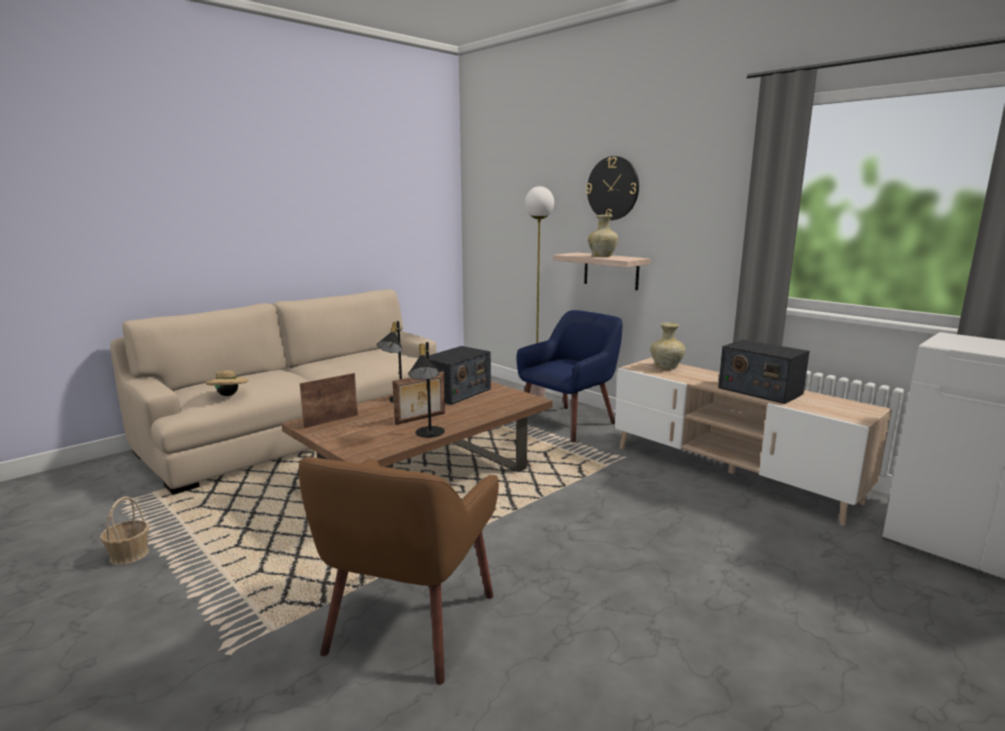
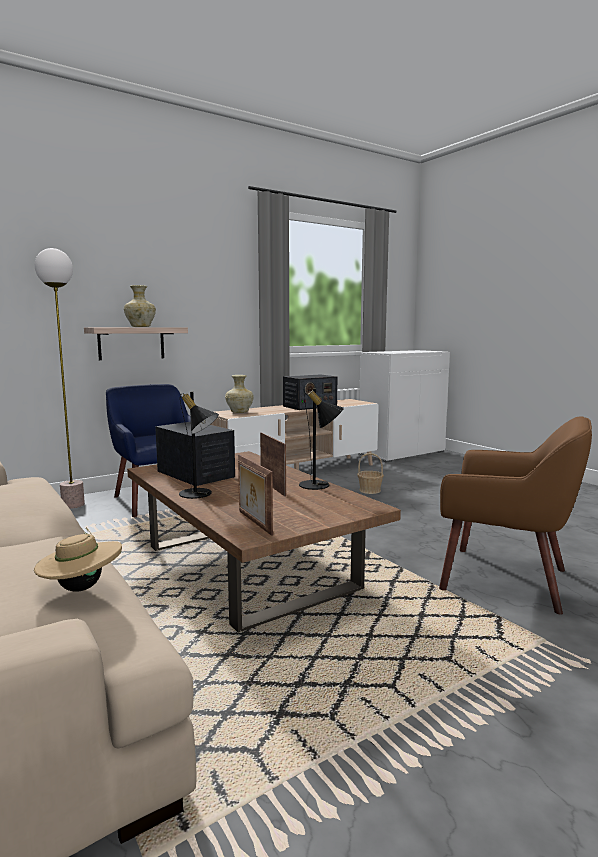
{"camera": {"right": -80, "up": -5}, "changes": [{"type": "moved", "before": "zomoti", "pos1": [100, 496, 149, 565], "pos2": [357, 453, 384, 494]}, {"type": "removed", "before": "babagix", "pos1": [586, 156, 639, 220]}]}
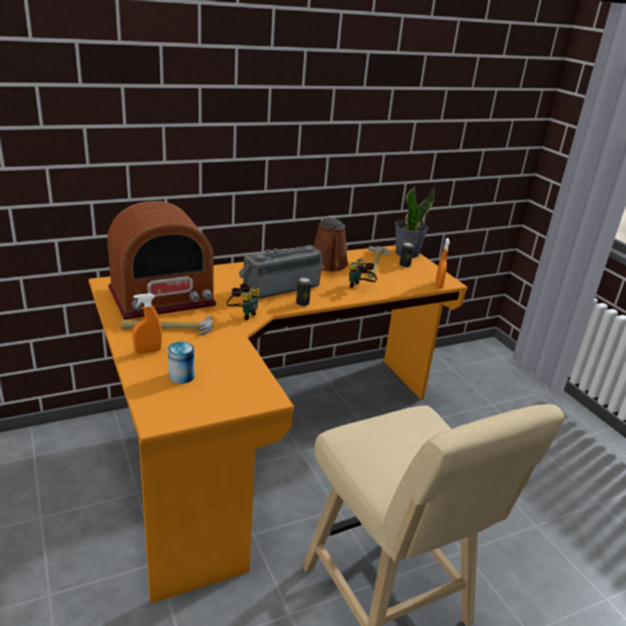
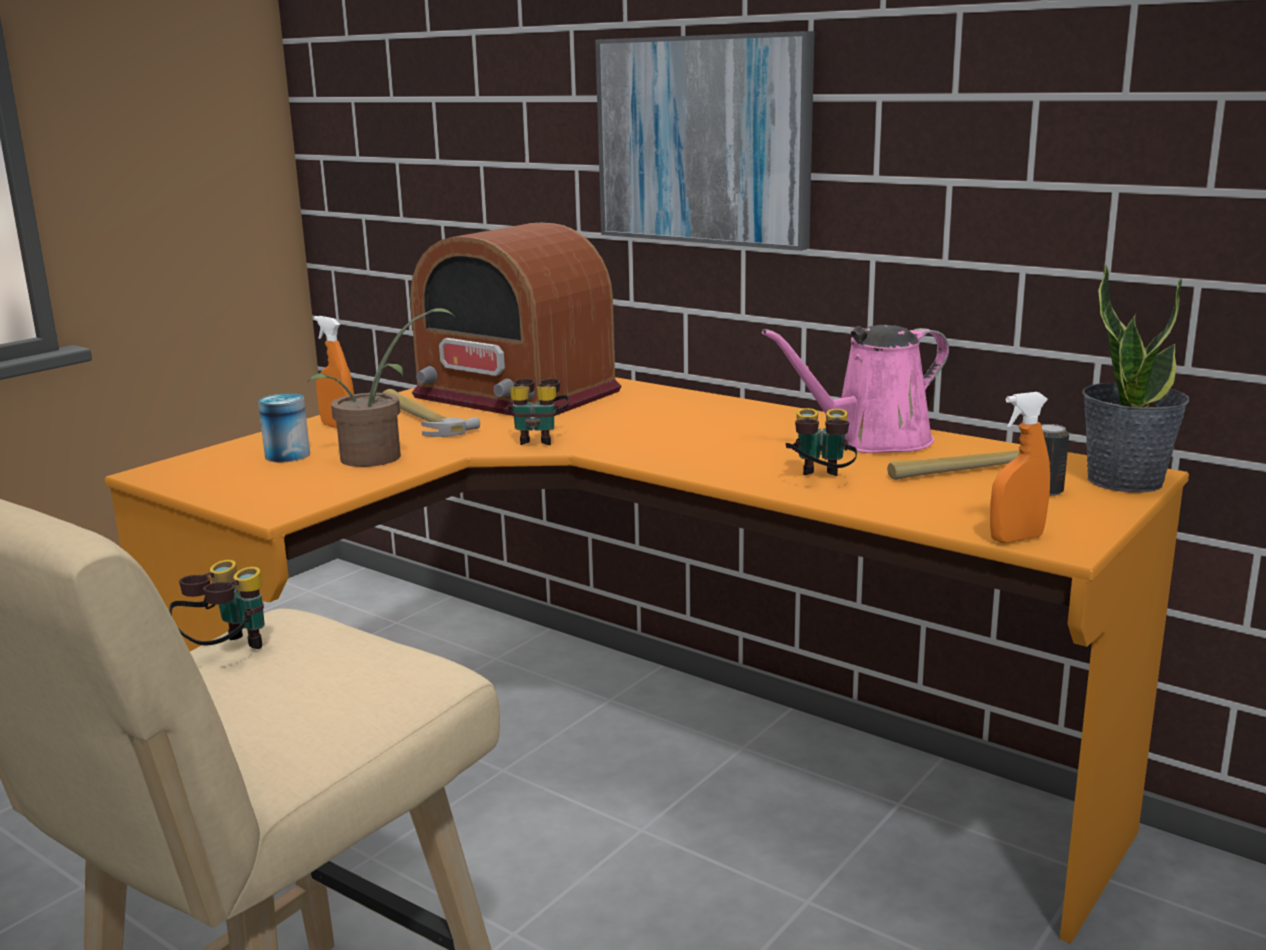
{"camera": {"right": 65, "up": -10}, "changes": [{"type": "added", "after": "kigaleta", "pos2": [169, 560, 265, 649]}, {"type": "added", "after": "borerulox", "pos2": [308, 308, 454, 467]}, {"type": "added", "after": "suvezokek", "pos2": [595, 31, 815, 251]}, {"type": "recoloured", "before": "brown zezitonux", "after": "pink zezitonux", "pos1": [313, 216, 349, 272], "pos2": [762, 325, 949, 453]}, {"type": "removed", "before": "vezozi", "pos1": [239, 245, 322, 299]}, {"type": "removed", "before": "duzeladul", "pos1": [296, 277, 311, 306]}]}
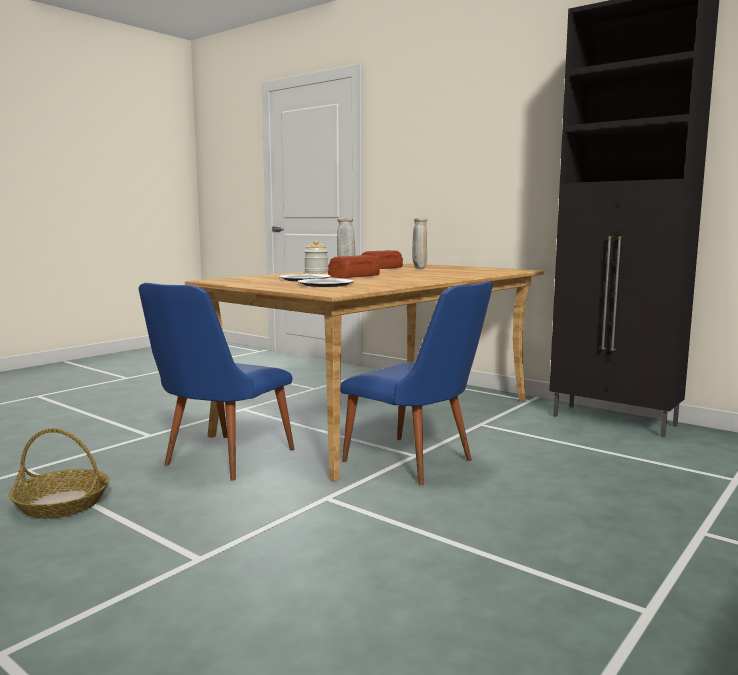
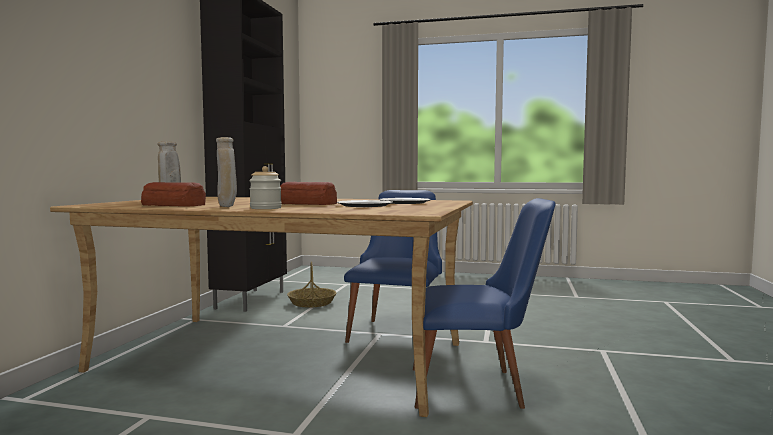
{"camera": {"right": -115, "up": -5}, "changes": [{"type": "moved", "before": "zomoti", "pos1": [9, 428, 109, 518], "pos2": [287, 261, 336, 308]}]}
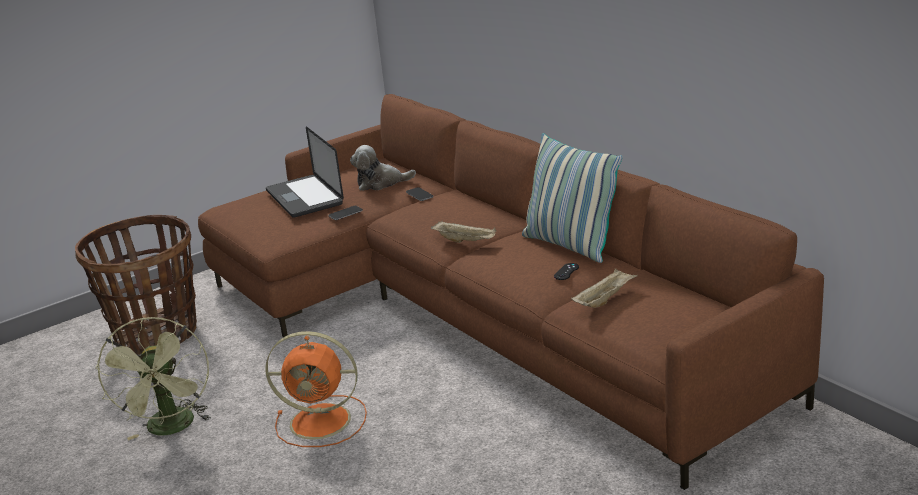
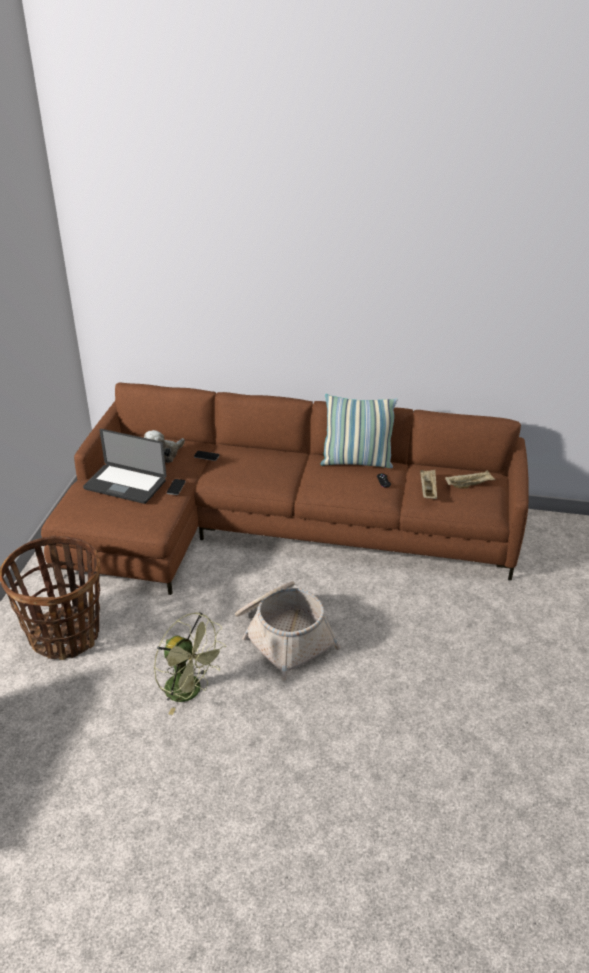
{"camera": {"right": -45, "up": 10}, "changes": [{"type": "replaced", "before": "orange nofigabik", "after": "zomoti", "pos1": [266, 331, 367, 447], "pos2": [235, 581, 340, 681]}, {"type": "moved", "before": "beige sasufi", "pos1": [431, 221, 496, 243], "pos2": [445, 470, 496, 489]}]}
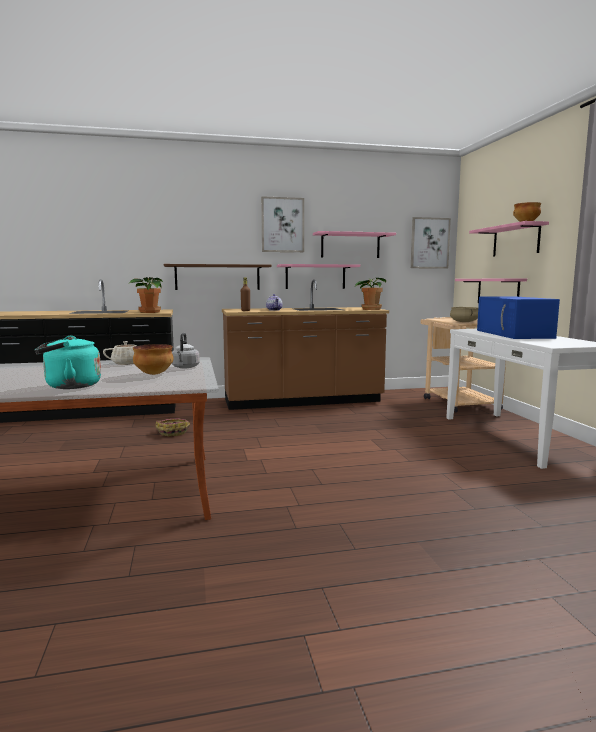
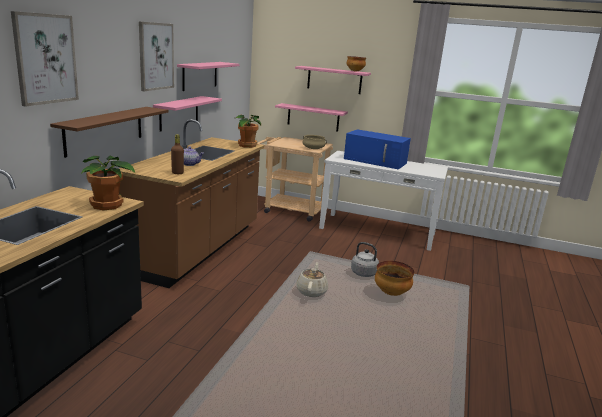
{"camera": {"right": -60, "up": 10}, "changes": [{"type": "moved", "before": "suvezokek", "pos1": [411, 217, 451, 269], "pos2": [11, 11, 79, 107]}, {"type": "removed", "before": "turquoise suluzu", "pos1": [35, 336, 101, 389]}, {"type": "removed", "before": "zomoti", "pos1": [155, 418, 190, 436]}]}
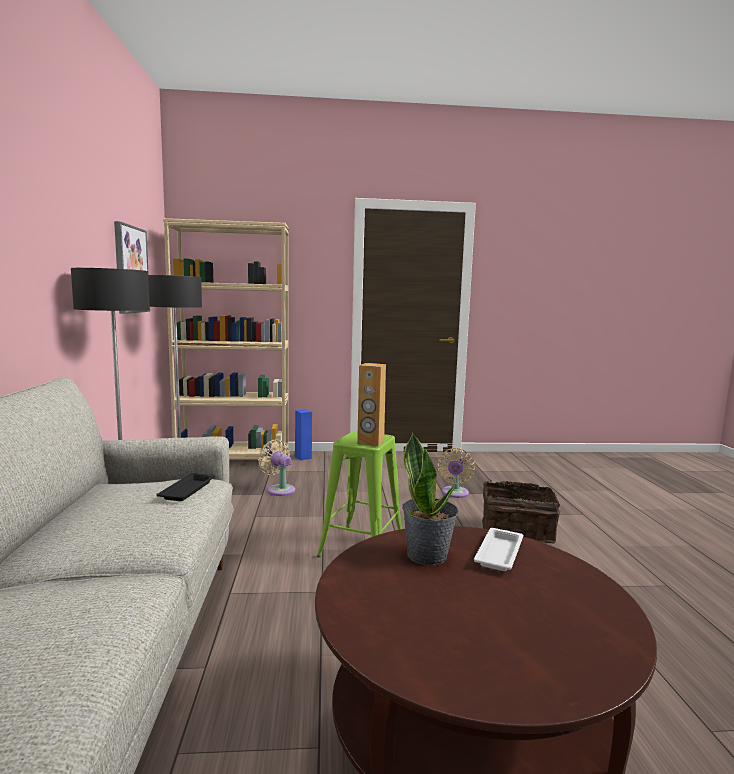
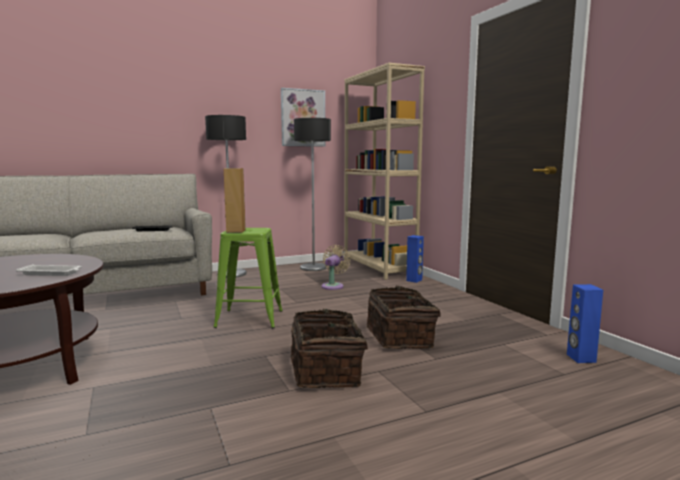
{"camera": {"right": 70, "up": 0}, "changes": [{"type": "replaced", "before": "beige nofigabik", "after": "zomoti", "pos1": [437, 448, 475, 498], "pos2": [367, 286, 440, 349]}, {"type": "added", "after": "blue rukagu", "pos2": [567, 284, 603, 363]}, {"type": "removed", "before": "borerulox", "pos1": [402, 433, 459, 565]}]}
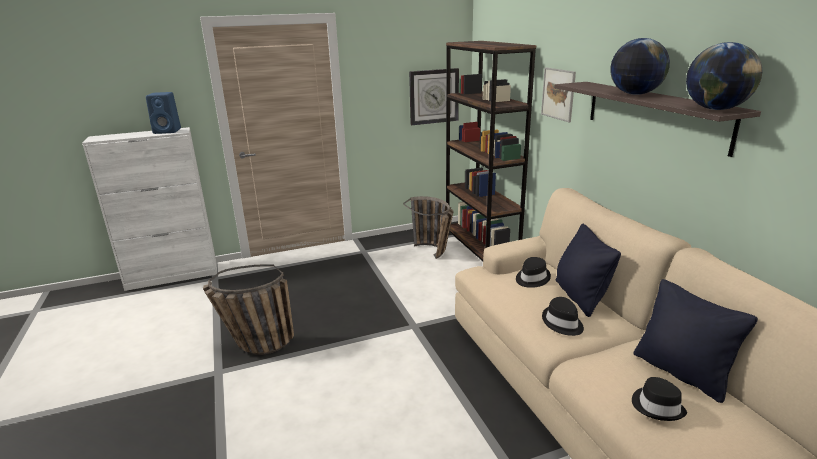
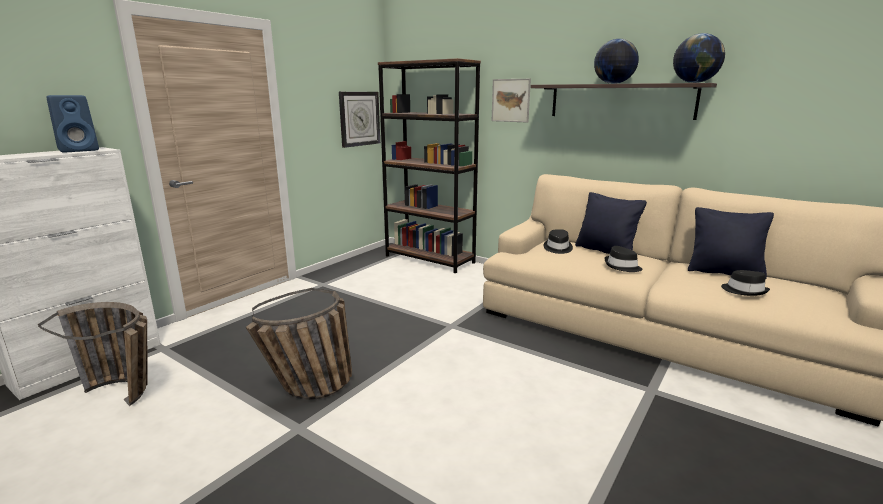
{"camera": {"right": -35, "up": -5}, "changes": [{"type": "moved", "before": "zomoti", "pos1": [403, 196, 454, 259], "pos2": [38, 302, 147, 406]}]}
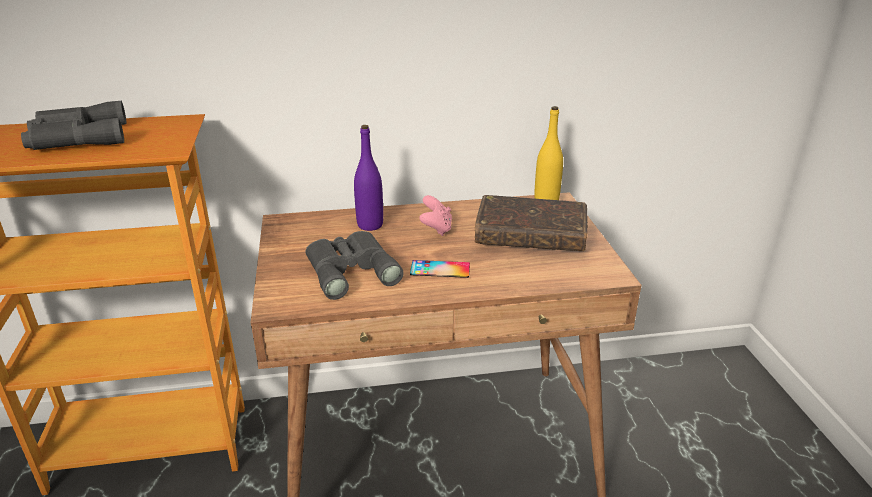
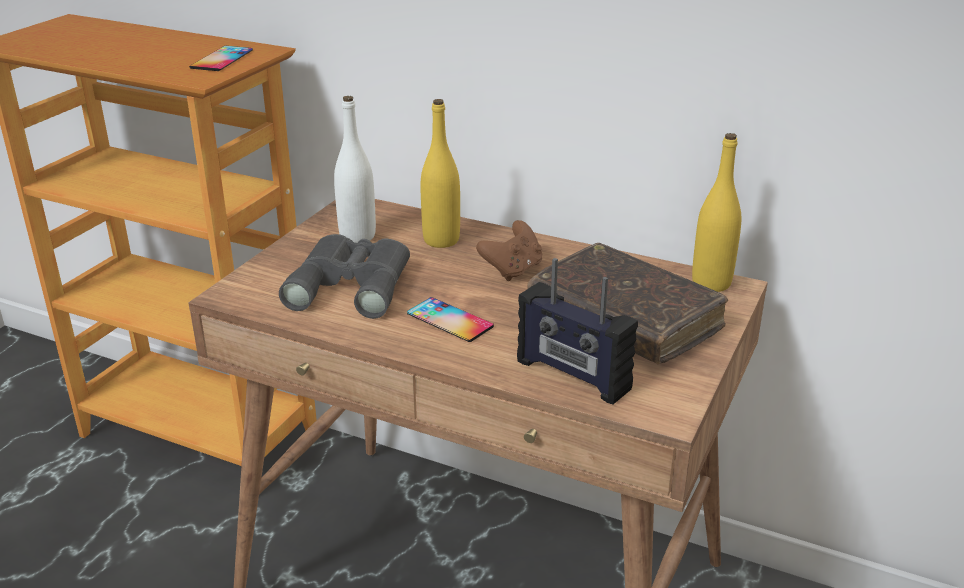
{"camera": {"right": 35, "up": 0}, "changes": [{"type": "added", "after": "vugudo", "pos2": [189, 46, 253, 71]}, {"type": "added", "after": "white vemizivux", "pos2": [334, 96, 376, 243]}, {"type": "recoloured", "before": "purple vemizivux", "after": "yellow vemizivux", "pos1": [354, 125, 383, 231], "pos2": [421, 99, 460, 248]}, {"type": "recoloured", "before": "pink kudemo", "after": "brown kudemo", "pos1": [419, 195, 452, 236], "pos2": [476, 220, 542, 281]}, {"type": "added", "after": "vezozi", "pos2": [517, 258, 638, 404]}, {"type": "removed", "before": "grey kigaleta", "pos1": [21, 101, 126, 150]}]}
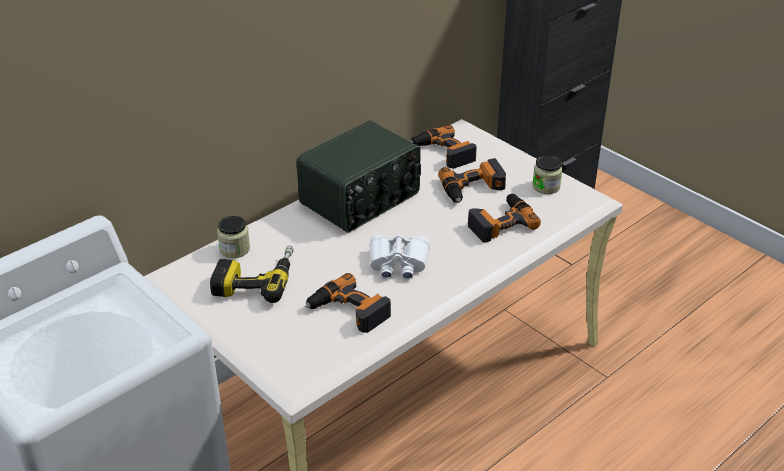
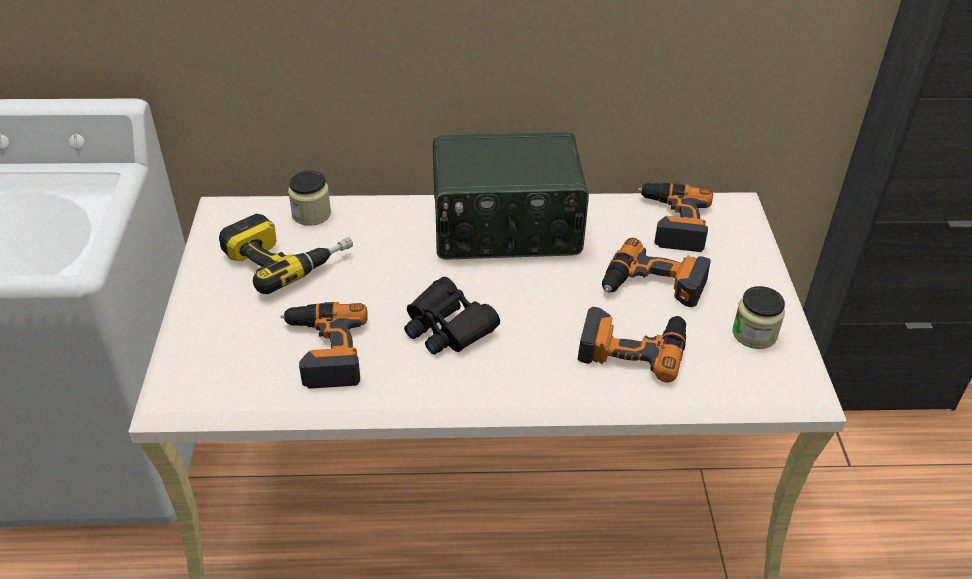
{"camera": {"right": 40, "up": 5}, "changes": [{"type": "recoloured", "before": "white kigaleta", "after": "black kigaleta", "pos1": [369, 235, 430, 280], "pos2": [404, 277, 500, 354]}]}
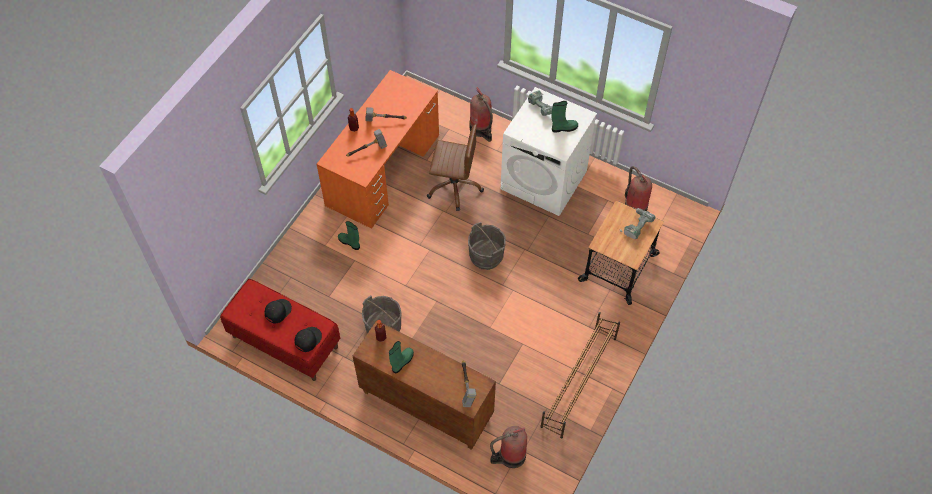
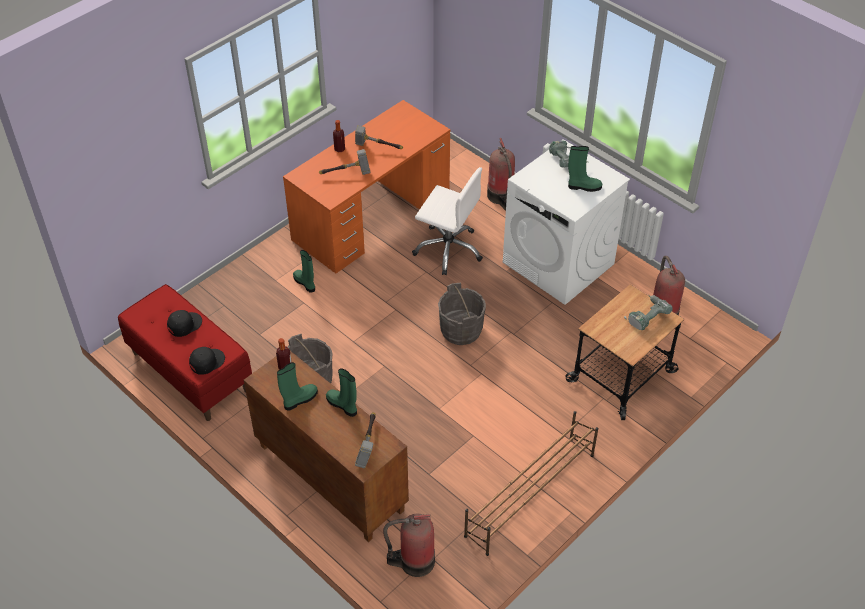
{"camera": {"right": 15, "up": -10}, "changes": [{"type": "added", "after": "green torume", "pos2": [326, 368, 357, 417]}, {"type": "recoloured", "before": "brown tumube", "after": "white tumube", "pos1": [427, 124, 484, 211], "pos2": [412, 167, 483, 275]}]}
